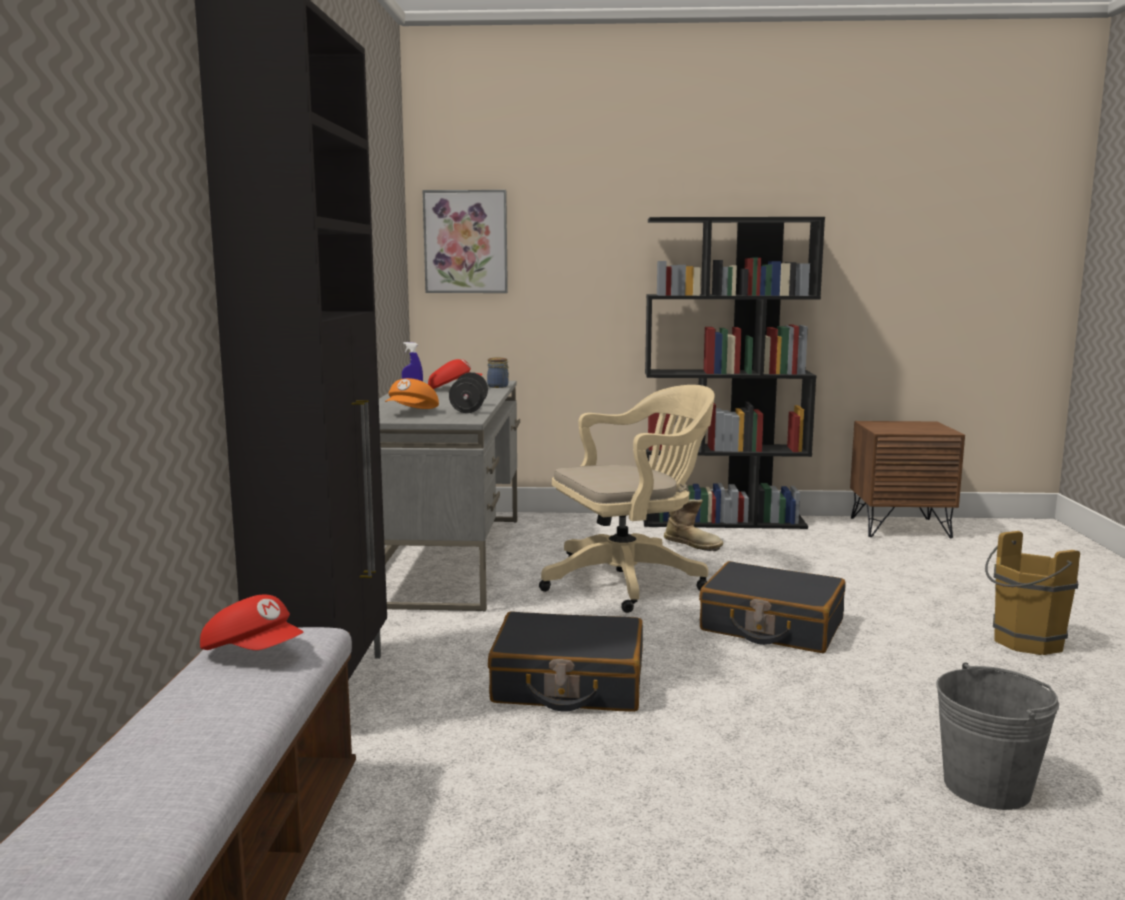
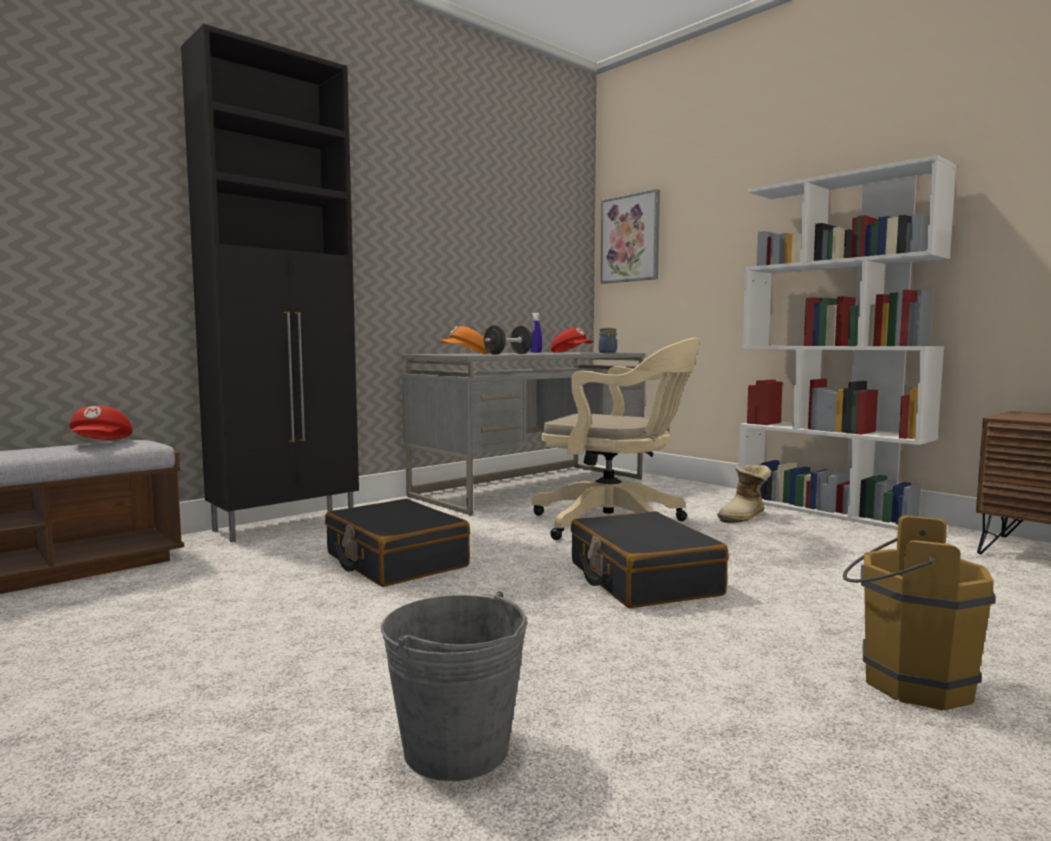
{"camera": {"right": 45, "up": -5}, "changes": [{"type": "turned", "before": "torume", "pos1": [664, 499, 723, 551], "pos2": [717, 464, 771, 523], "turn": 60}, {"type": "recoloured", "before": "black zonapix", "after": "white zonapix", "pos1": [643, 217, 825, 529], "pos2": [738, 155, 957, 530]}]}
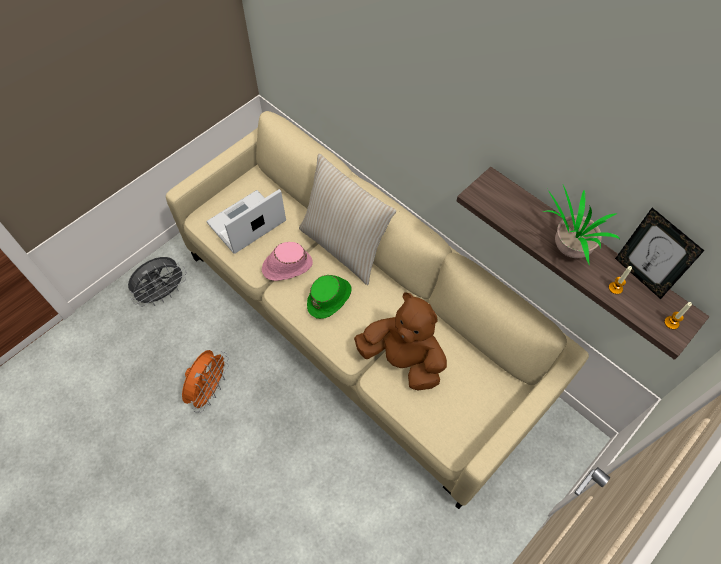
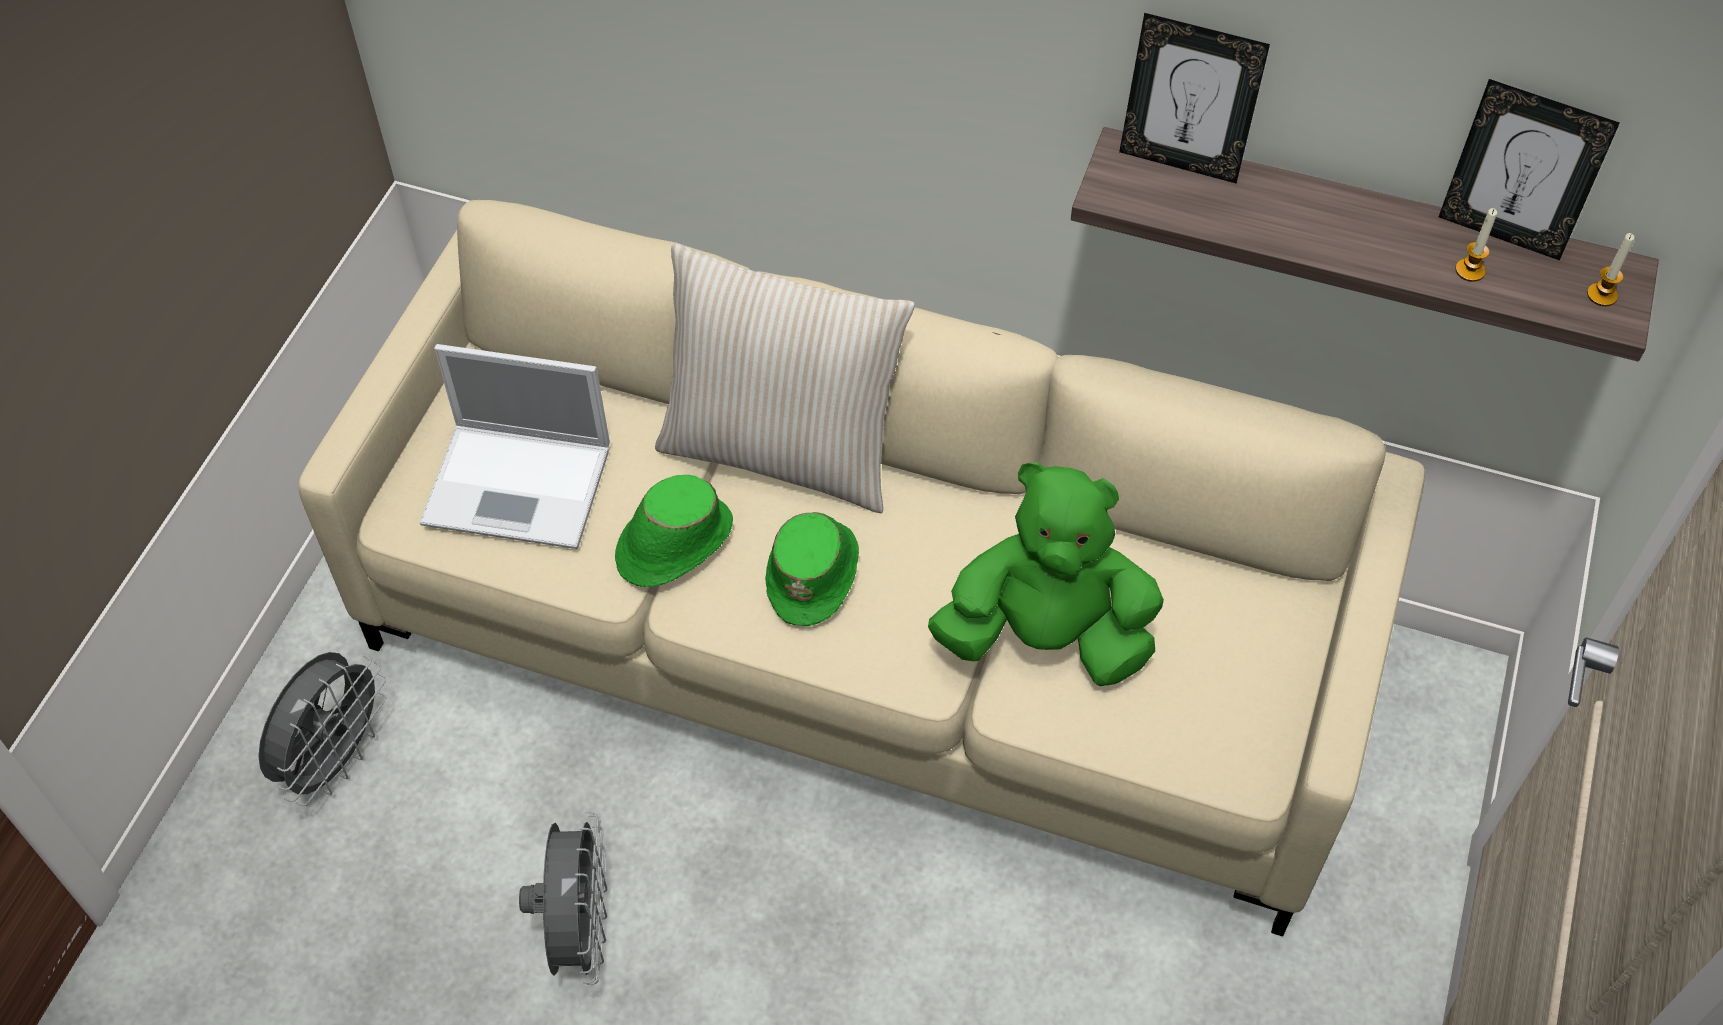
{"camera": {"right": -25, "up": -5}, "changes": [{"type": "turned", "before": "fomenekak", "pos1": [206, 189, 286, 254], "pos2": [419, 344, 610, 549], "turn": -105}, {"type": "recoloured", "before": "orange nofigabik", "after": "grey nofigabik", "pos1": [182, 350, 229, 413], "pos2": [519, 811, 608, 985]}, {"type": "recoloured", "before": "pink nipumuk", "after": "green nipumuk", "pos1": [262, 242, 313, 281], "pos2": [615, 475, 733, 587]}, {"type": "recoloured", "before": "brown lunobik", "after": "green lunobik", "pos1": [354, 292, 447, 390], "pos2": [928, 462, 1164, 686]}, {"type": "added", "after": "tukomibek", "pos2": [1119, 13, 1270, 183]}, {"type": "removed", "before": "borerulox", "pos1": [543, 185, 620, 266]}]}
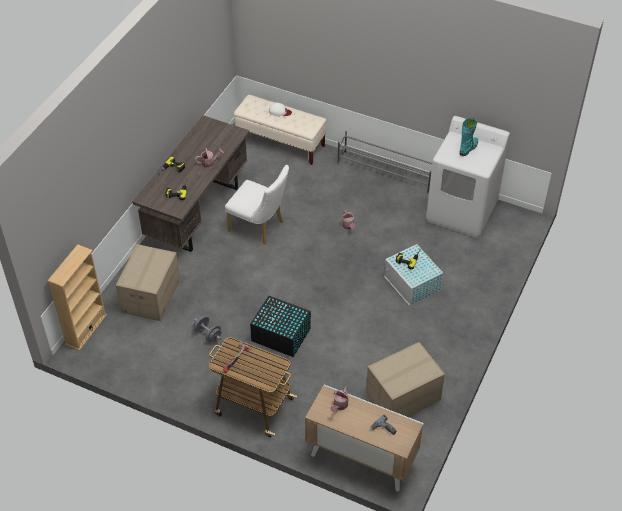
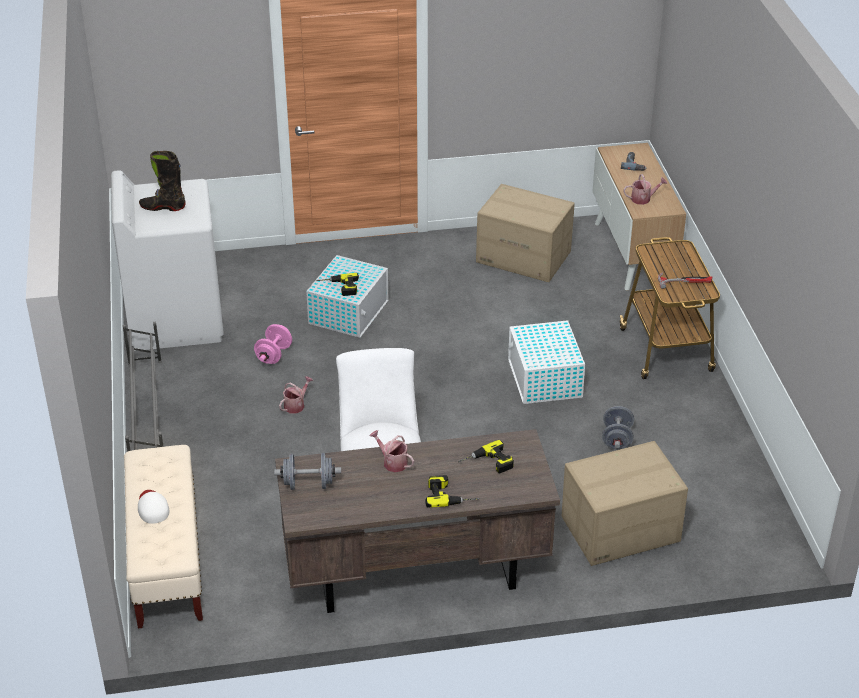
{"camera": {"right": -125, "up": -10}, "changes": [{"type": "recoloured", "before": "turquoise torume", "after": "black torume", "pos1": [459, 118, 478, 156], "pos2": [139, 151, 186, 211]}, {"type": "added", "after": "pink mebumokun", "pos2": [254, 324, 292, 364]}, {"type": "added", "after": "grey mebumokun", "pos2": [274, 453, 341, 490]}, {"type": "recoloured", "before": "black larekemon", "after": "white larekemon", "pos1": [250, 296, 311, 357], "pos2": [508, 320, 585, 404]}, {"type": "removed", "before": "beige zonapix", "pos1": [47, 244, 107, 351]}]}
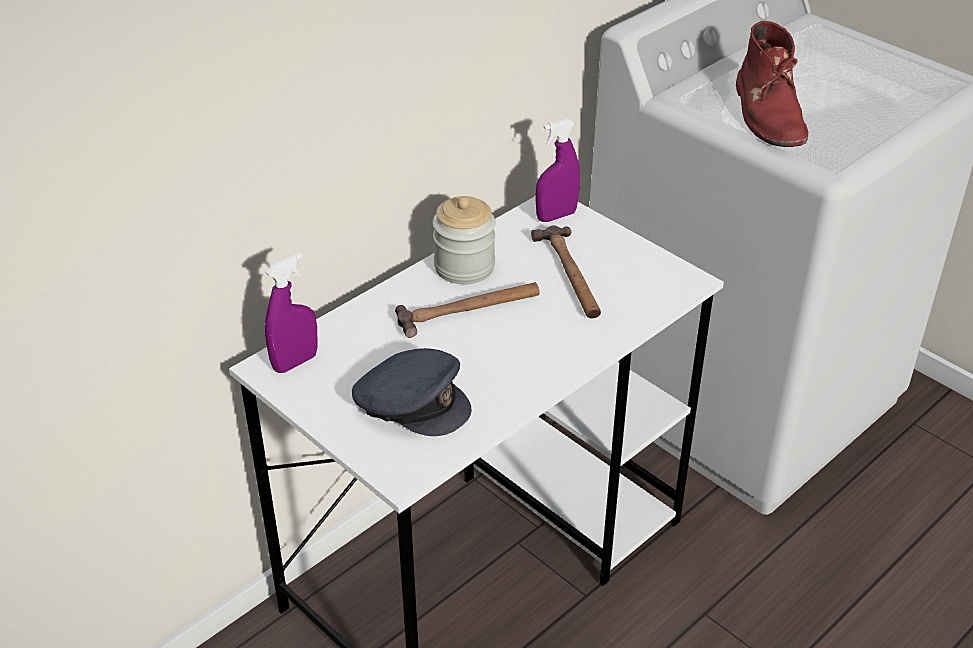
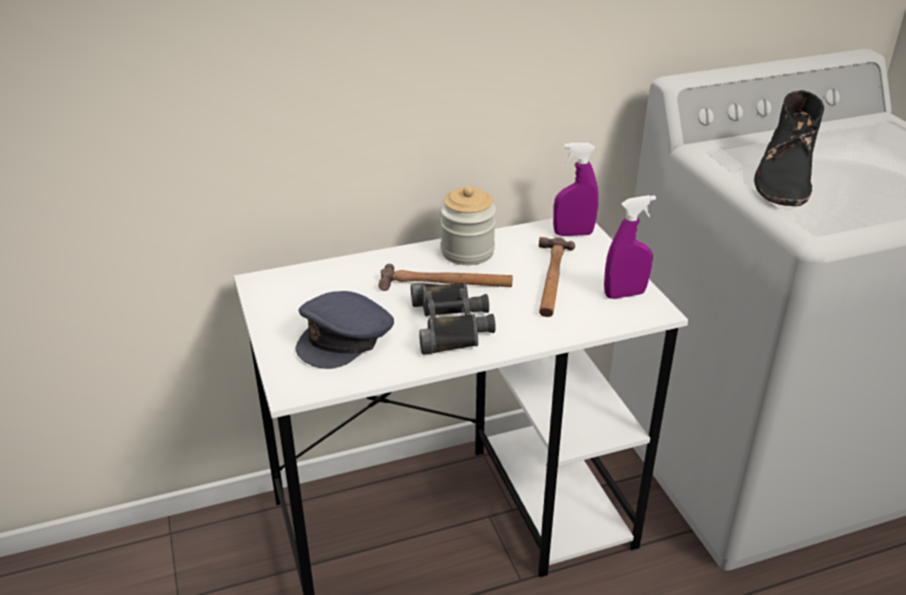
{"camera": {"right": 25, "up": -5}, "changes": [{"type": "turned", "before": "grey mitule", "pos1": [352, 348, 471, 436], "pos2": [296, 291, 394, 369], "turn": 75}, {"type": "added", "after": "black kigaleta", "pos2": [411, 282, 496, 355]}, {"type": "moved", "before": "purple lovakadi", "pos1": [265, 253, 317, 373], "pos2": [604, 195, 656, 299]}, {"type": "recoloured", "before": "red torume", "after": "black torume", "pos1": [736, 21, 808, 147], "pos2": [754, 90, 824, 206]}]}
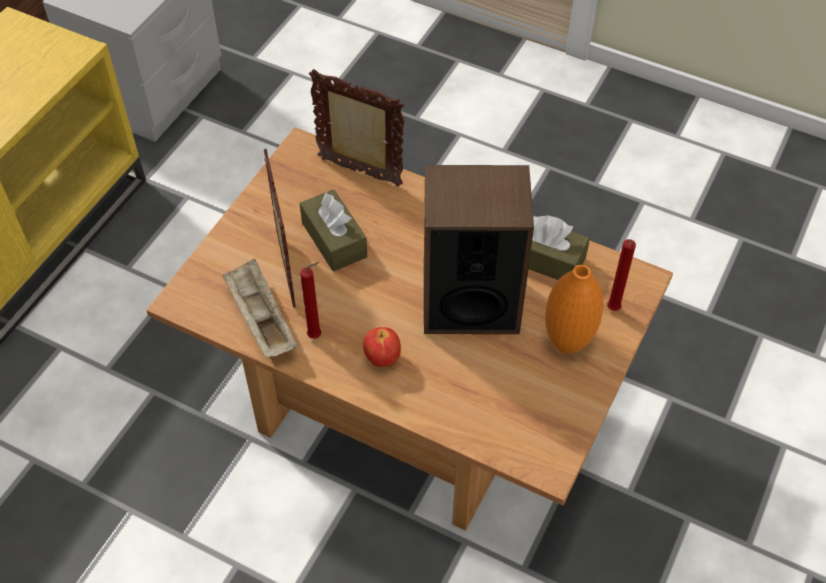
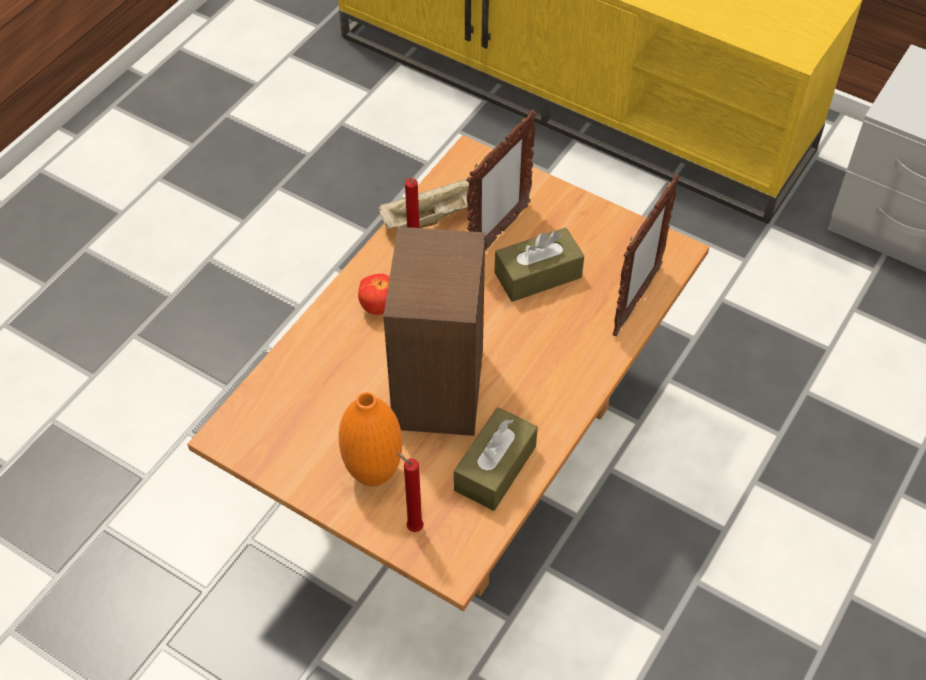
{"camera": {"right": 95, "up": 0}, "changes": [{"type": "turned", "before": "tukomibek", "pos1": [264, 149, 296, 308], "pos2": [466, 110, 537, 251], "turn": -45}]}
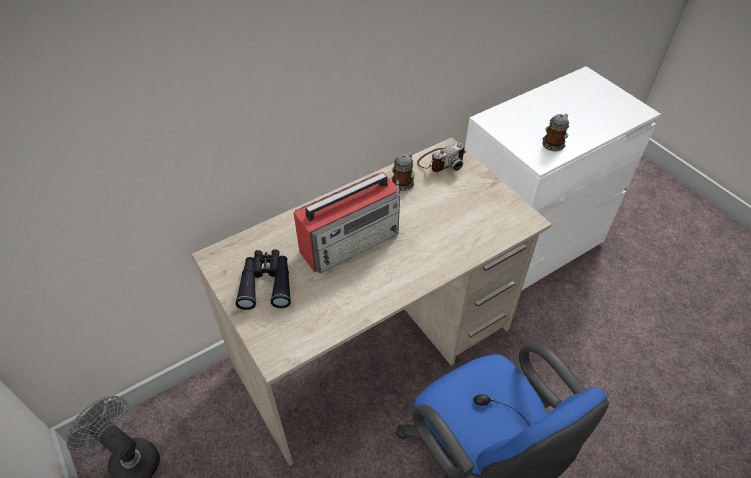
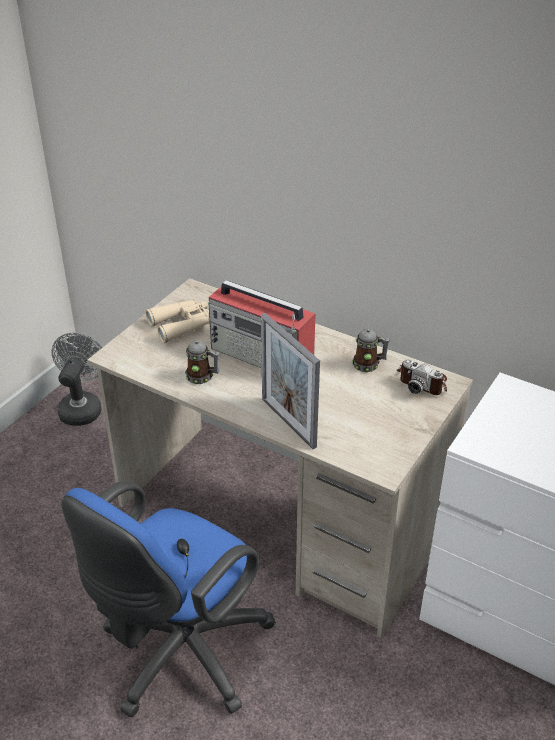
{"camera": {"right": 65, "up": -10}, "changes": [{"type": "recoloured", "before": "black kigaleta", "after": "beige kigaleta", "pos1": [235, 249, 291, 310], "pos2": [145, 299, 210, 343]}, {"type": "moved", "before": "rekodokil", "pos1": [542, 113, 569, 151], "pos2": [185, 340, 219, 384]}, {"type": "added", "after": "tukomibek", "pos2": [261, 313, 320, 449]}]}
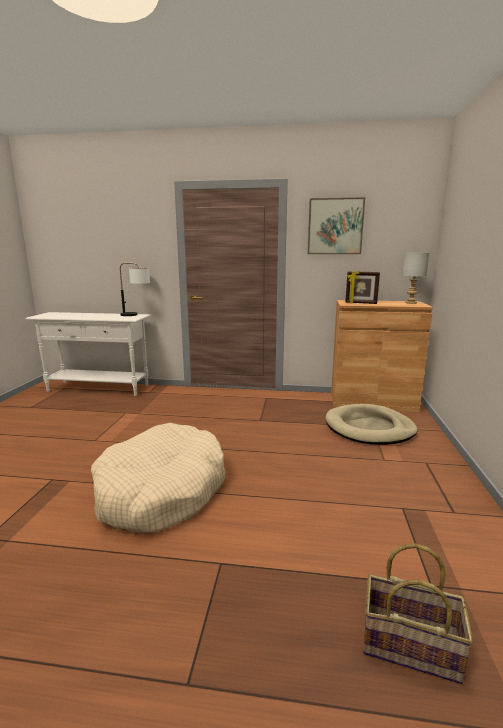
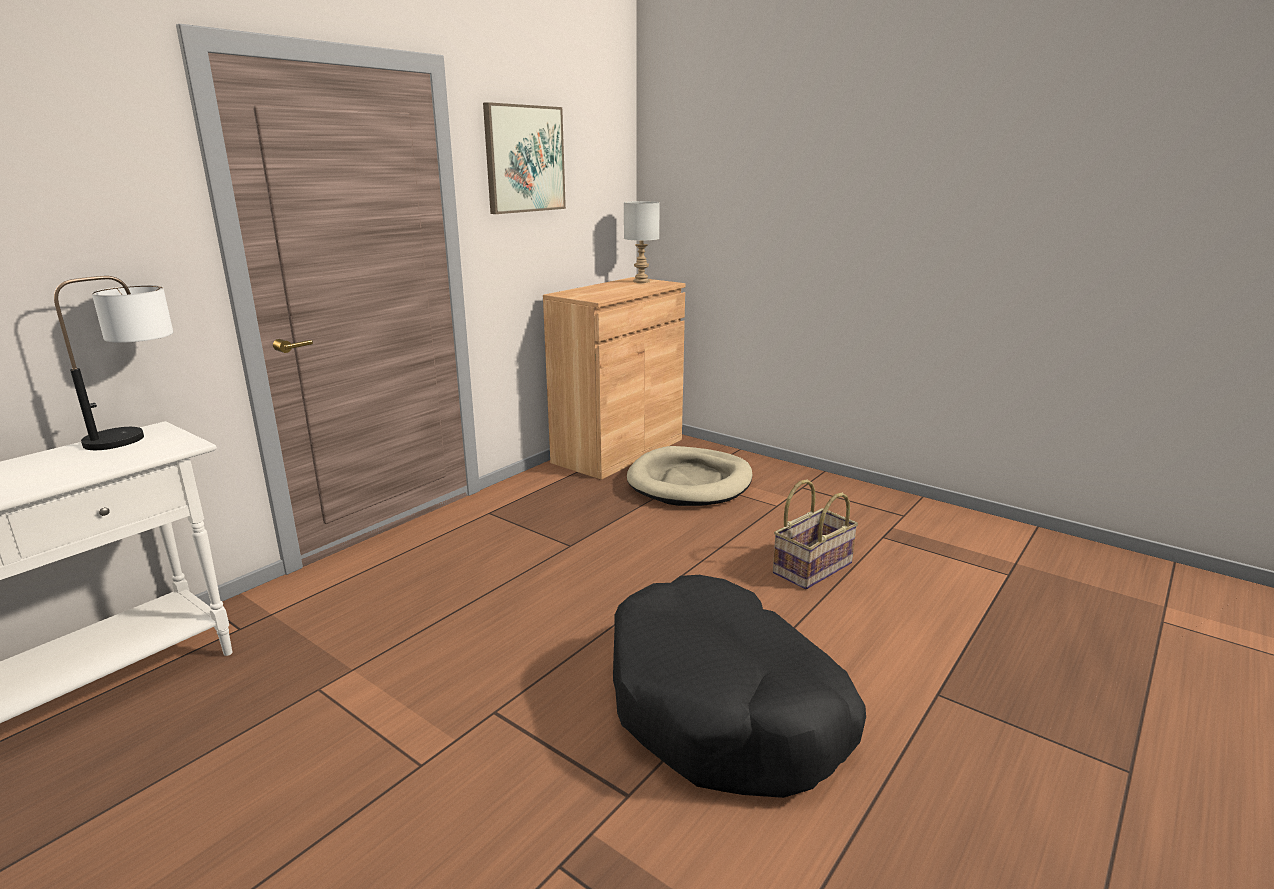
{"camera": {"right": -60, "up": 5}, "changes": [{"type": "recoloured", "before": "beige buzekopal", "after": "black buzekopal", "pos1": [91, 423, 226, 533], "pos2": [613, 575, 866, 798]}, {"type": "moved", "before": "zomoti", "pos1": [363, 543, 474, 684], "pos2": [773, 479, 858, 590]}, {"type": "removed", "before": "tukomibek", "pos1": [345, 270, 380, 304]}]}
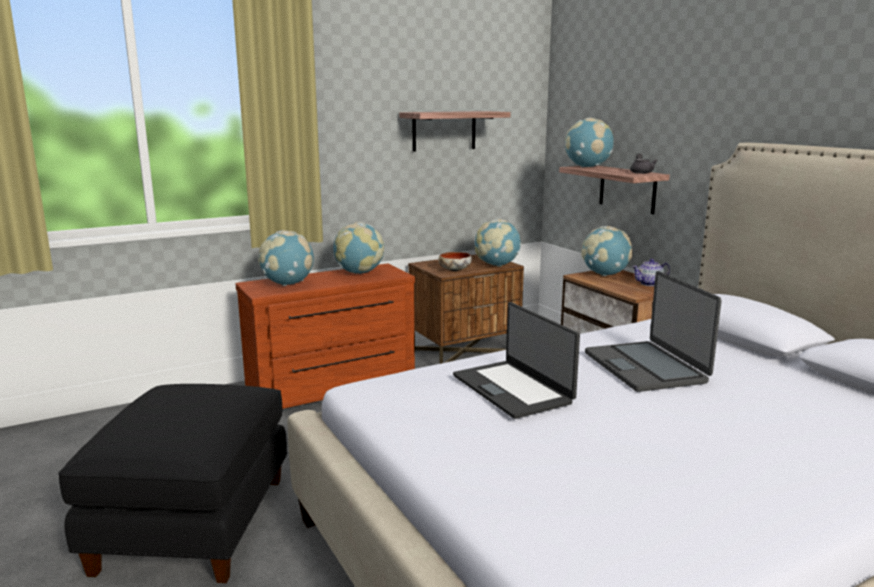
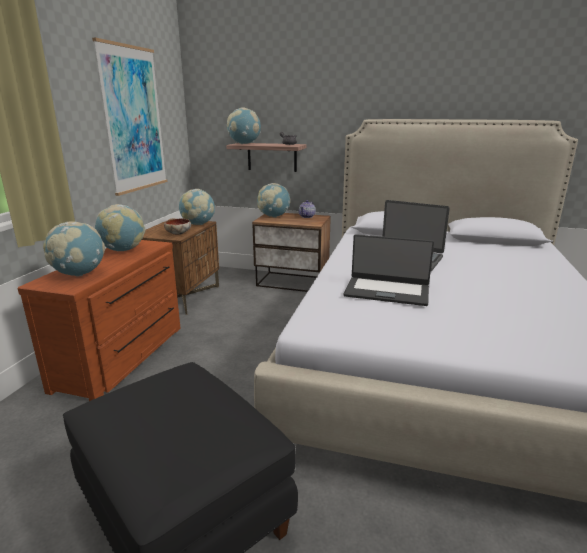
{"camera": {"right": -45, "up": 5}, "changes": [{"type": "replaced", "before": "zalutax", "after": "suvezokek", "pos1": [399, 111, 511, 152], "pos2": [92, 38, 167, 196]}]}
